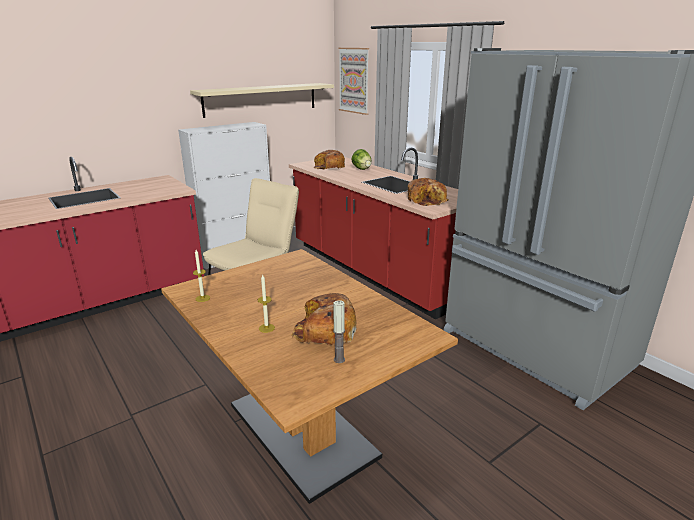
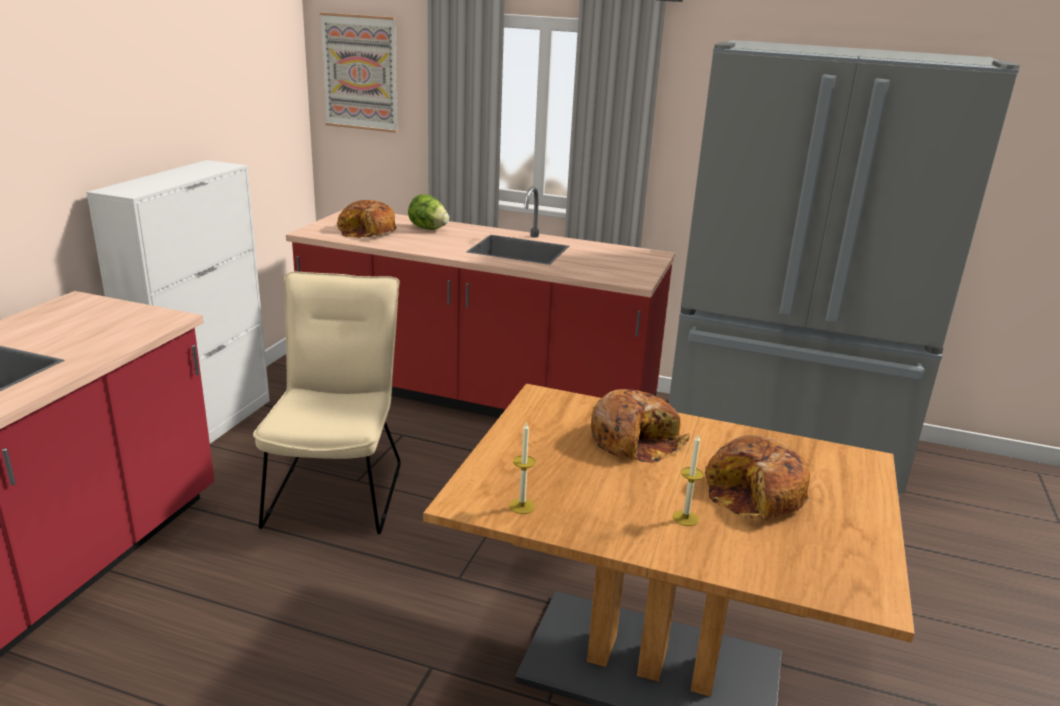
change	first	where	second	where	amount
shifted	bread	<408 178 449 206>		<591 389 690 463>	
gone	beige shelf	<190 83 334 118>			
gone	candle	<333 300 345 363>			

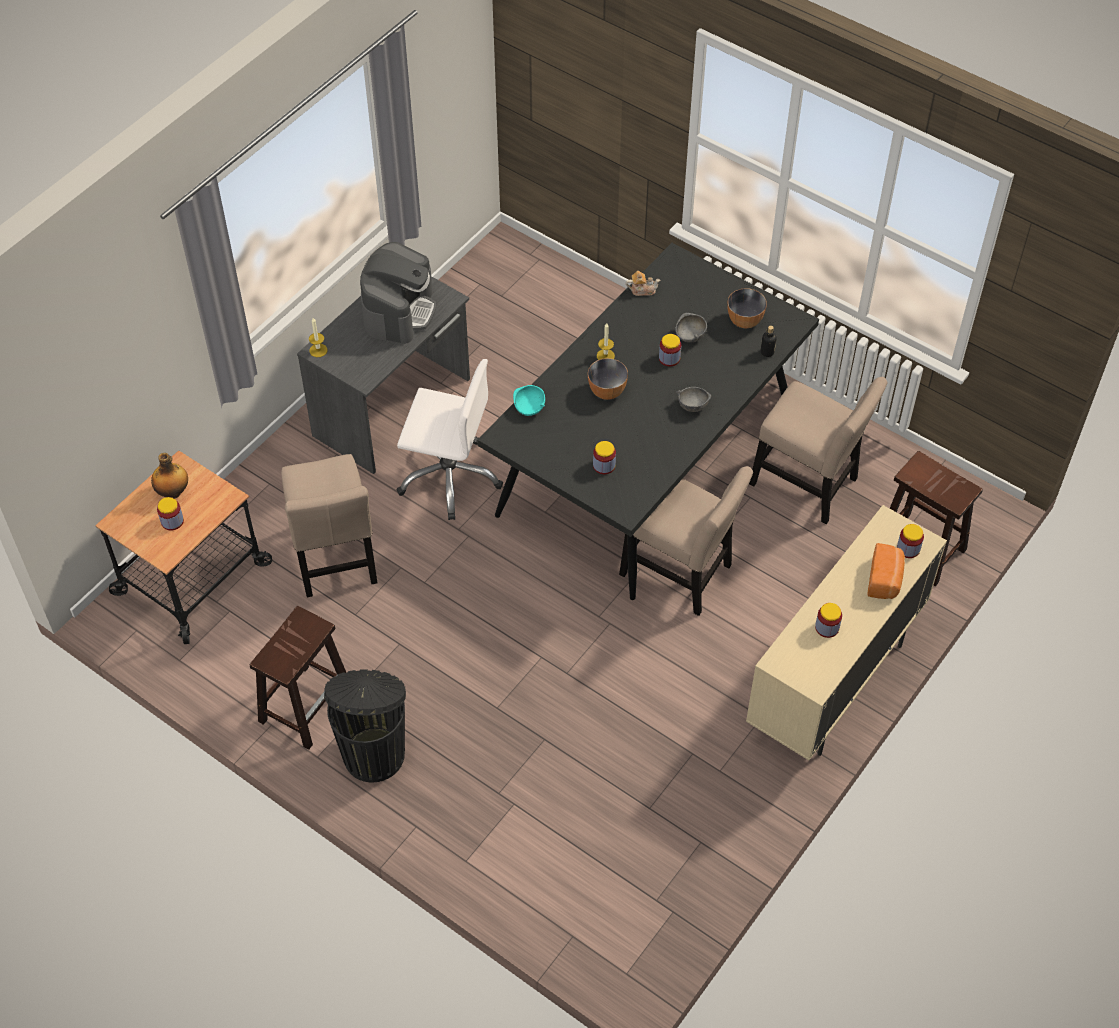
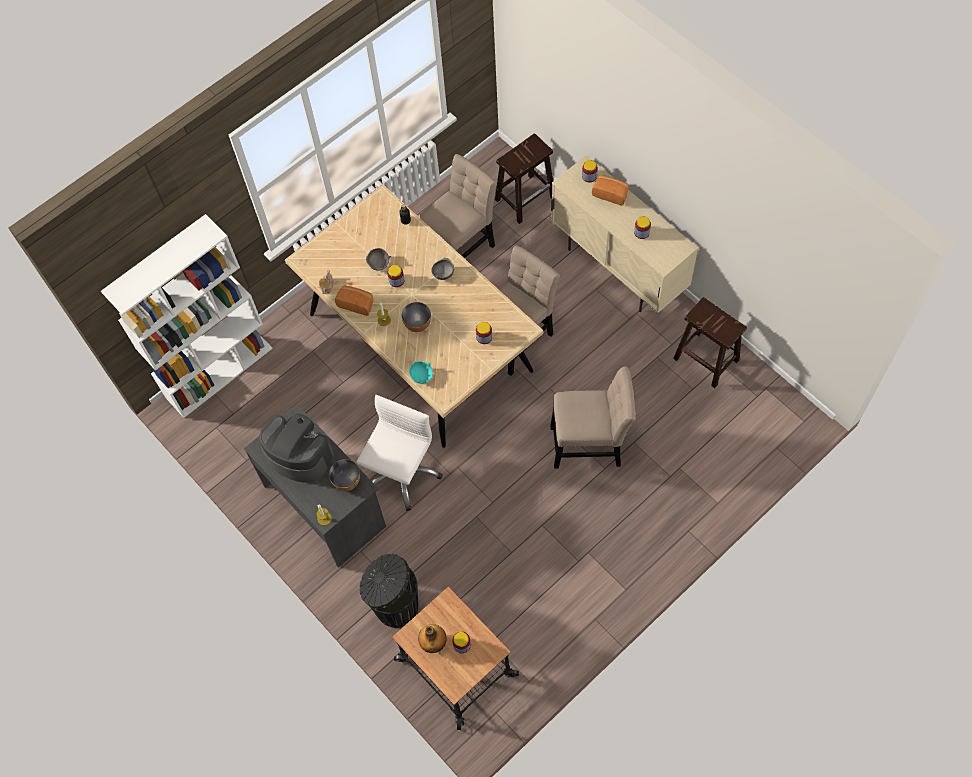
change	first	where	second	where	amount
new			white bookcase	<101 214 273 418>	
repainted	black dining table	<477 243 819 600>	beige dining table	<285 185 543 448>	
shifted	bowl	<728 288 767 328>		<329 459 360 491>	
new			bread	<335 285 373 316>	
shifted	black trash can	<324 669 406 783>		<359 554 419 628>	
shifted	beige chair	<281 454 377 597>		<550 366 635 469>	
shifted	brown stool	<250 606 346 750>		<673 297 747 388>	

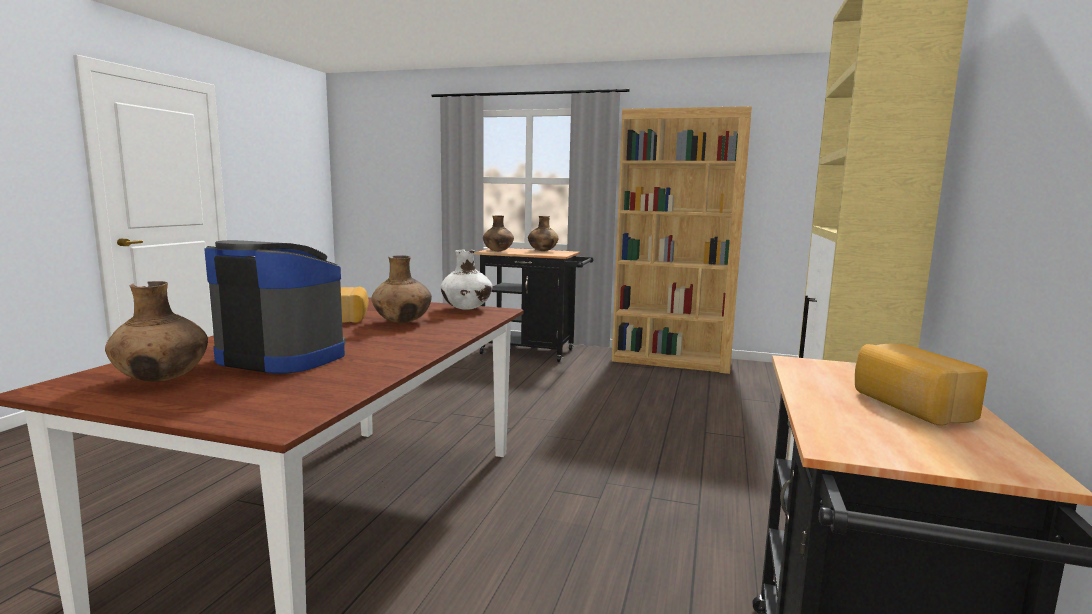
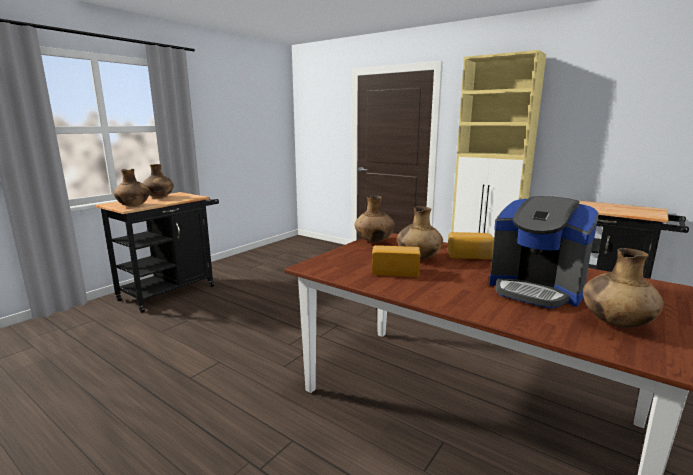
change	first	where	second	where	amount
repainted	white vase	<440 249 492 310>	brown vase	<354 196 395 242>	
shifted	bread	<855 344 988 426>		<448 232 494 259>	
rotated	coffee machine	<204 240 345 374>		<489 196 599 309>	90 degrees counterclockwise
gone	brown bookcase	<612 106 752 374>			

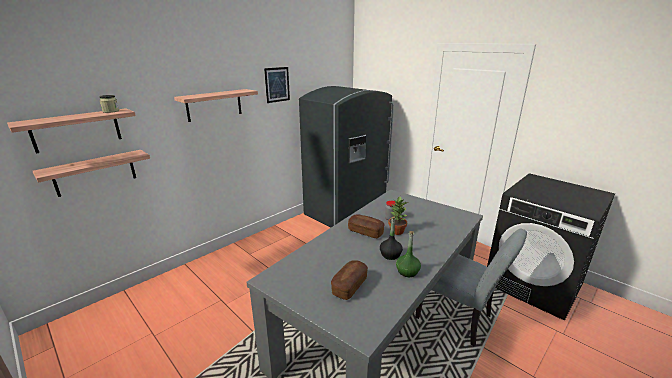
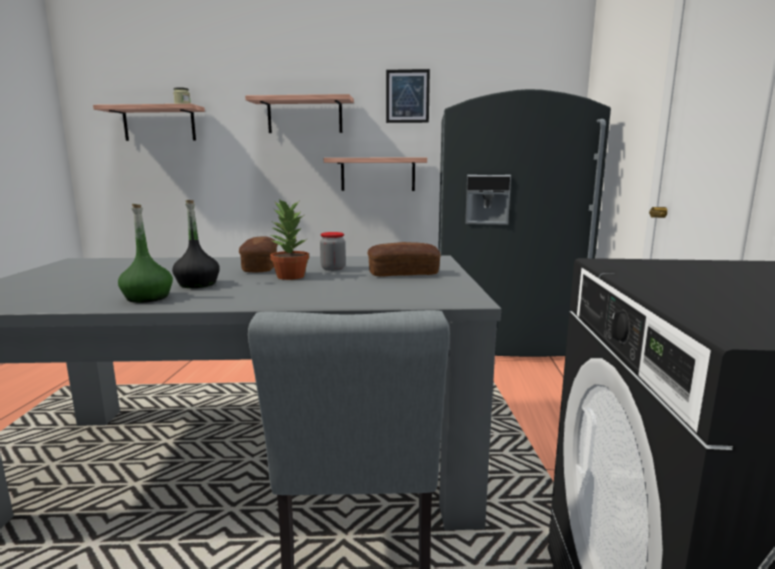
change	first	where	second	where	amount
shifted	shelf	<33 150 150 197>		<324 158 427 191>	
shifted	bread	<331 261 368 300>		<367 242 440 276>	

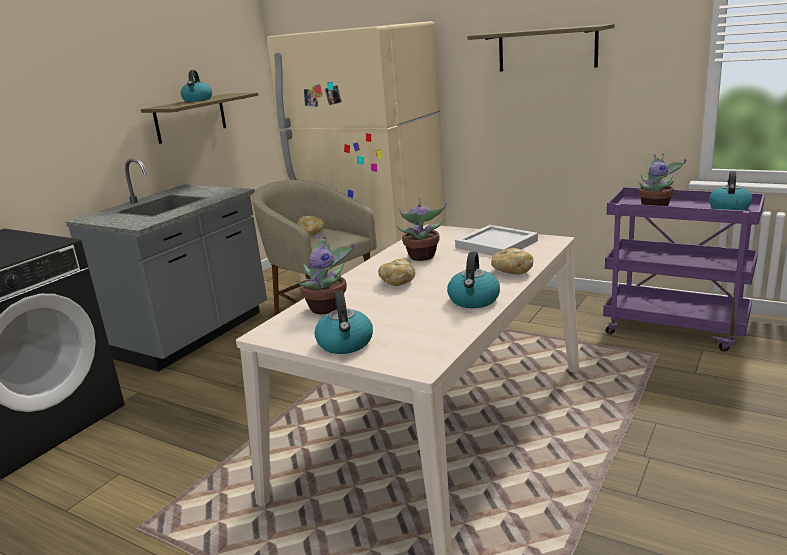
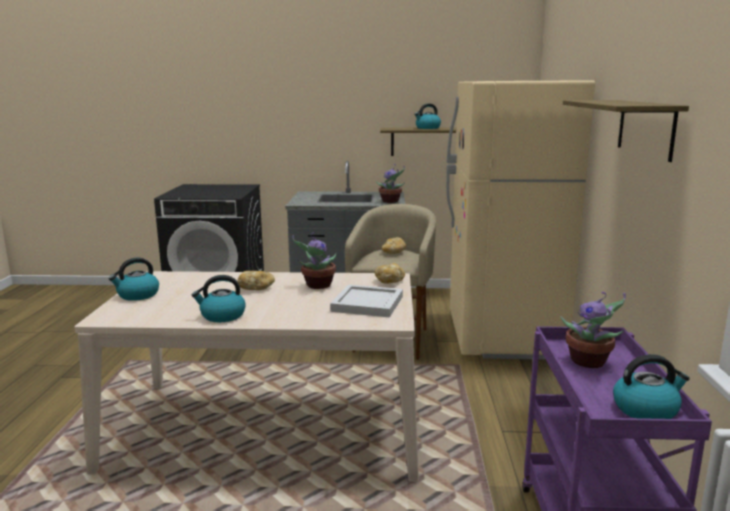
change	first	where	second	where	amount
shifted	bread	<491 248 533 274>		<374 263 405 284>	
shifted	potted plant	<297 235 354 314>		<376 164 405 203>	

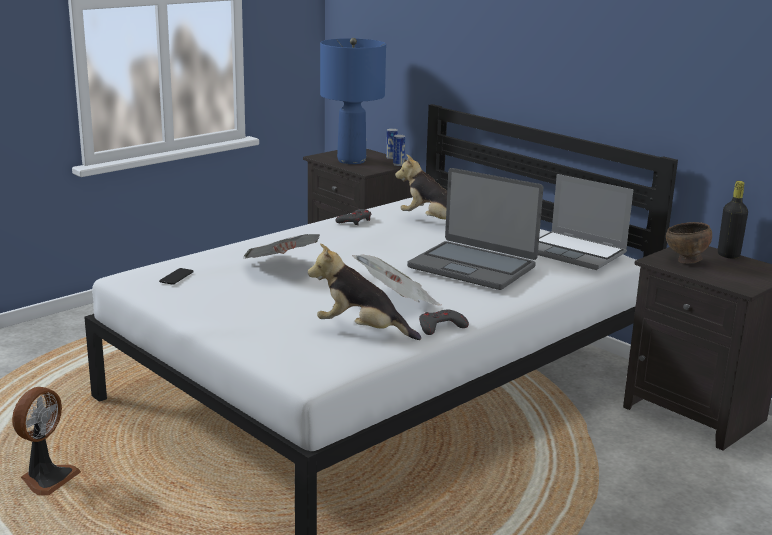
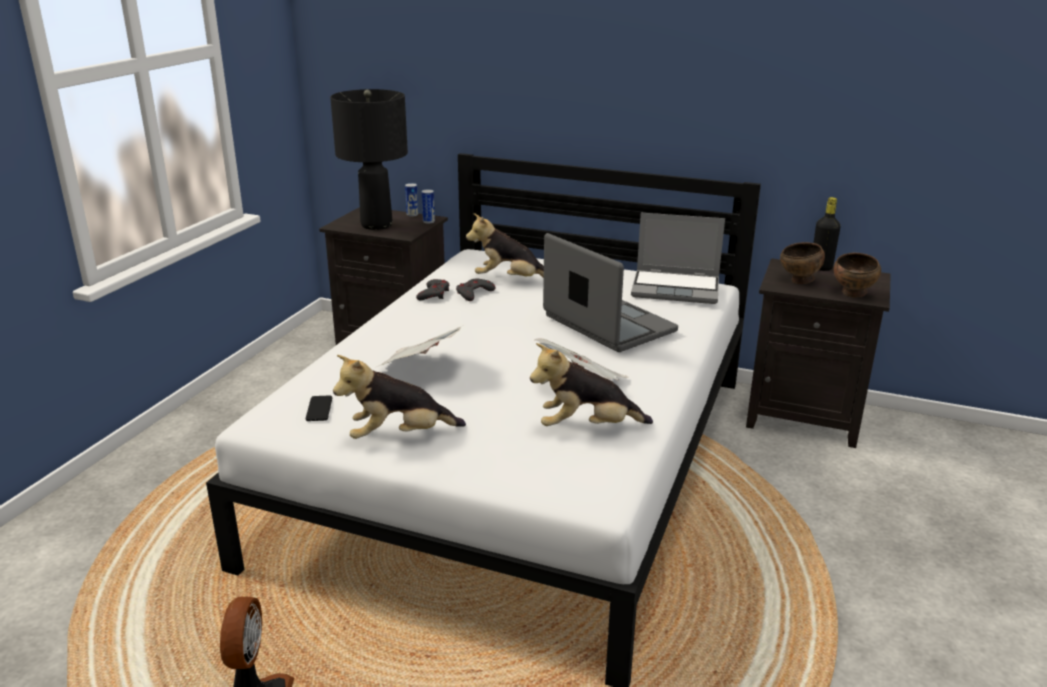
change	first	where	second	where	amount
repainted	blue table lamp	<320 38 386 164>	black table lamp	<330 89 408 230>	
new			plush toy	<333 355 466 439>	
shifted	grey game controller	<419 309 469 335>		<456 278 496 301>	
rotated	laptop	<407 168 543 290>		<543 233 678 352>	135 degrees counterclockwise
new			brown bowl	<834 253 881 298>	

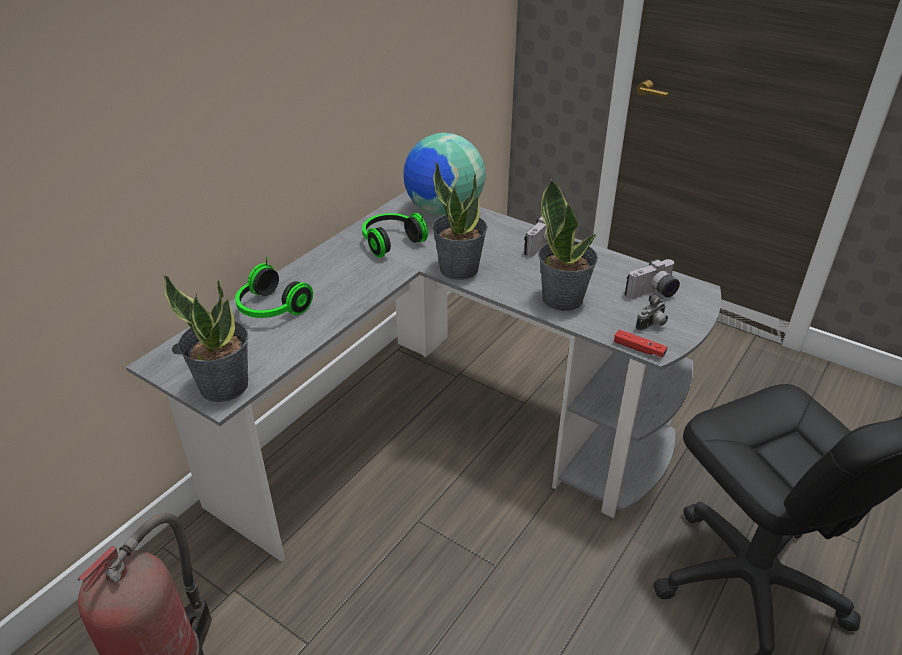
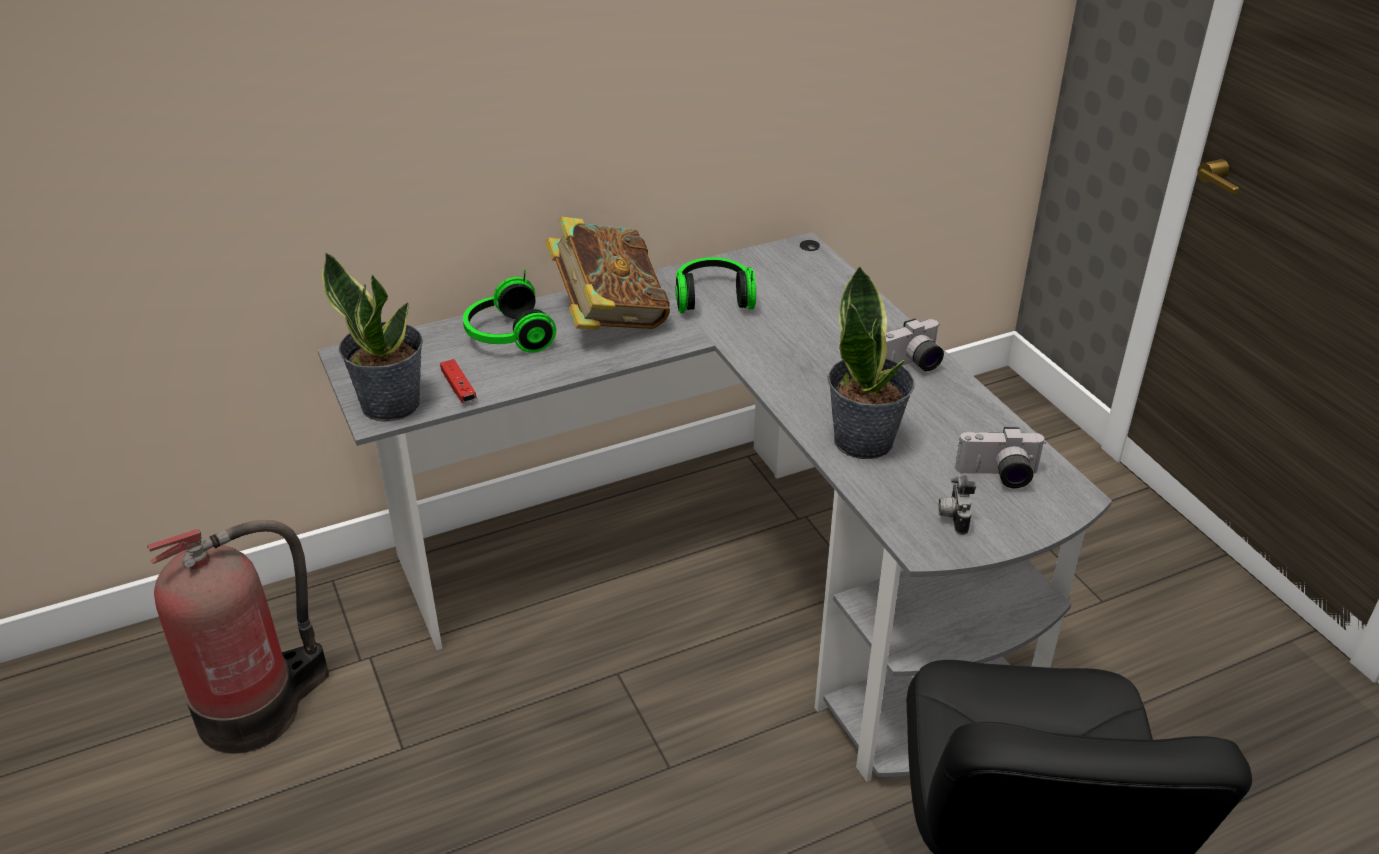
change	first	where	second	where	amount
shifted	red game controller	<614 329 667 357>		<440 359 477 403>	
new			book	<545 216 670 330>	
rotated	photo camera	<636 293 668 331>		<938 475 976 535>	105 degrees clockwise
gone	globe	<403 133 485 216>			
gone	potted plant	<432 163 487 280>			

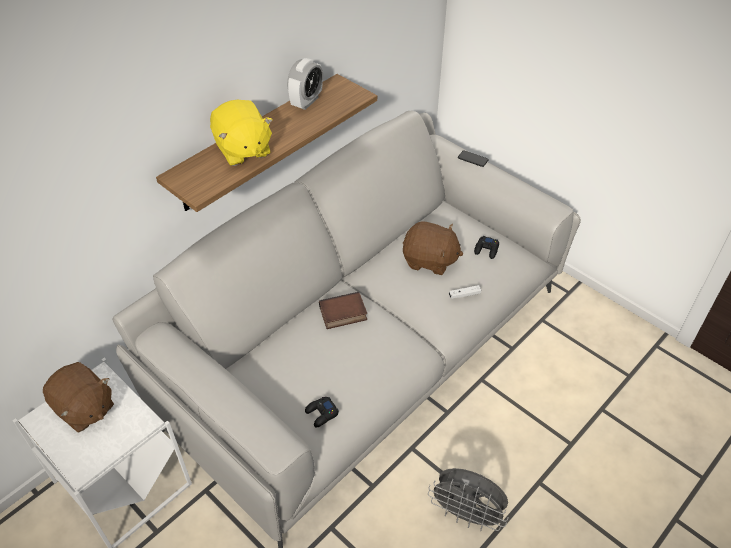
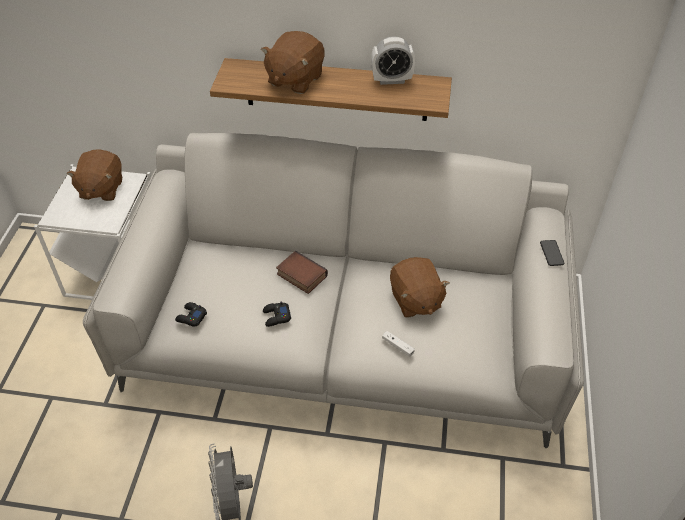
change	first	where	second	where	amount
repainted	yellow plush toy	<210 100 273 166>	brown plush toy	<261 31 325 94>	
shifted	black game controller	<474 236 499 259>		<263 302 291 327>	

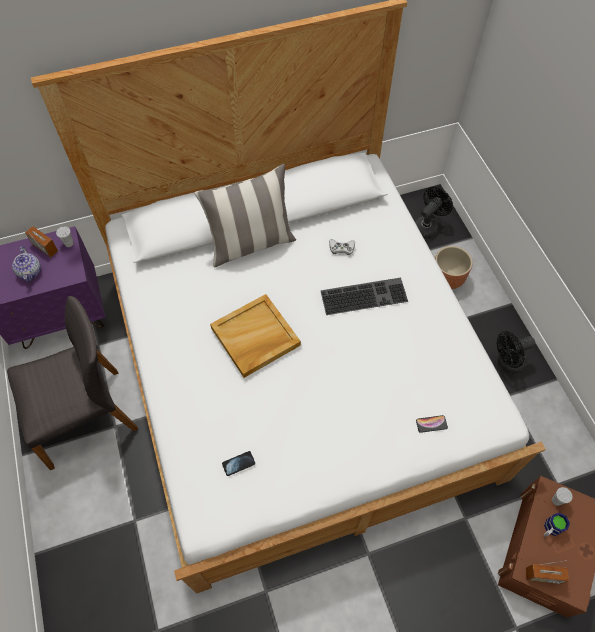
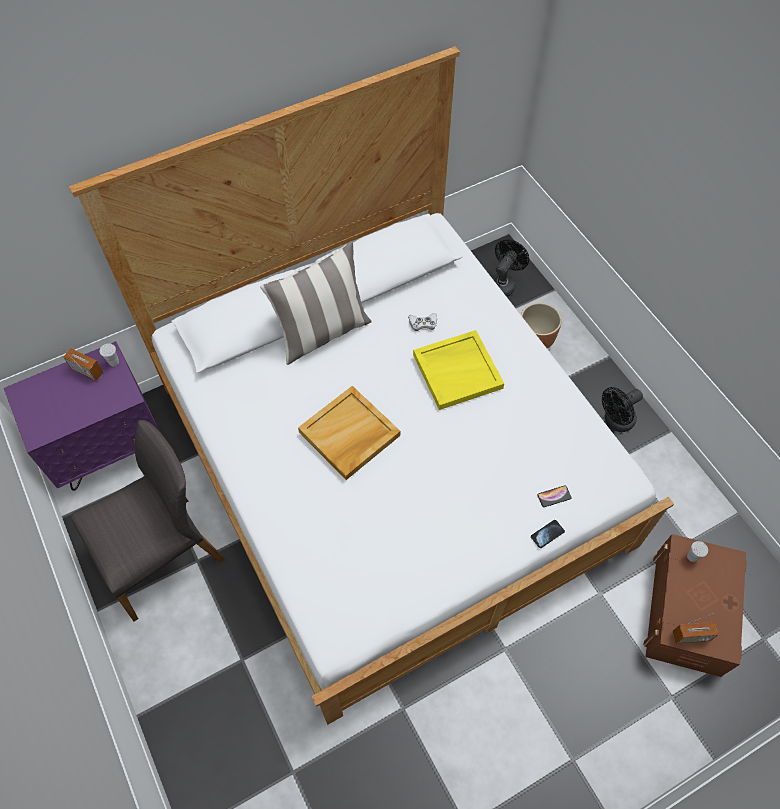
change	first	where	second	where	amount
swapped	keyboard	<320 277 408 315>	yellow tray	<413 330 504 410>	
shifted	phone	<222 451 255 476>		<531 520 565 548>	
gone	teapot	<12 246 41 282>			
gone	mug	<544 513 570 537>			

